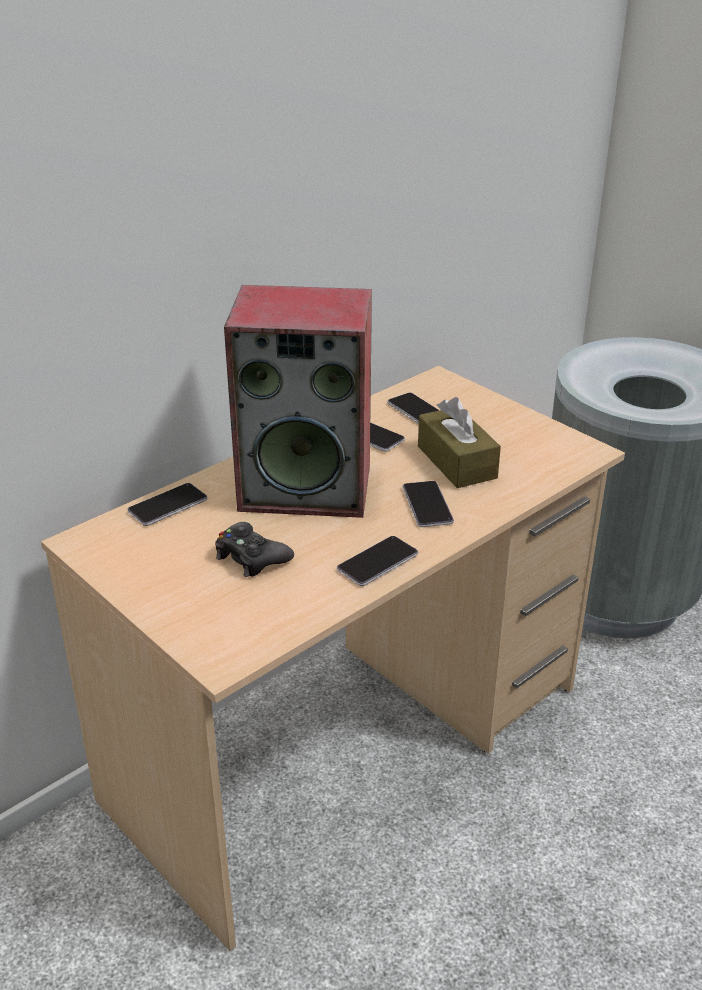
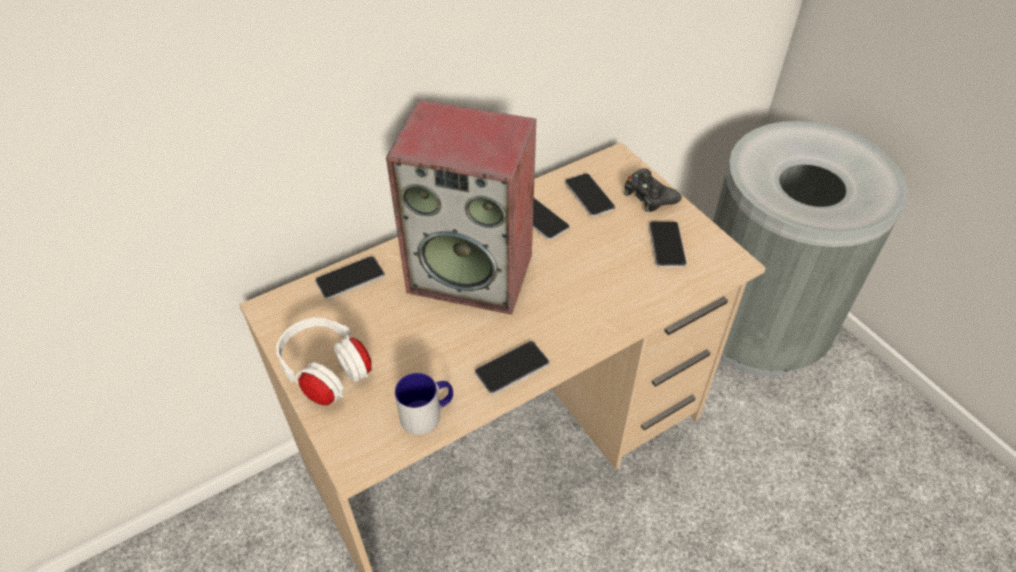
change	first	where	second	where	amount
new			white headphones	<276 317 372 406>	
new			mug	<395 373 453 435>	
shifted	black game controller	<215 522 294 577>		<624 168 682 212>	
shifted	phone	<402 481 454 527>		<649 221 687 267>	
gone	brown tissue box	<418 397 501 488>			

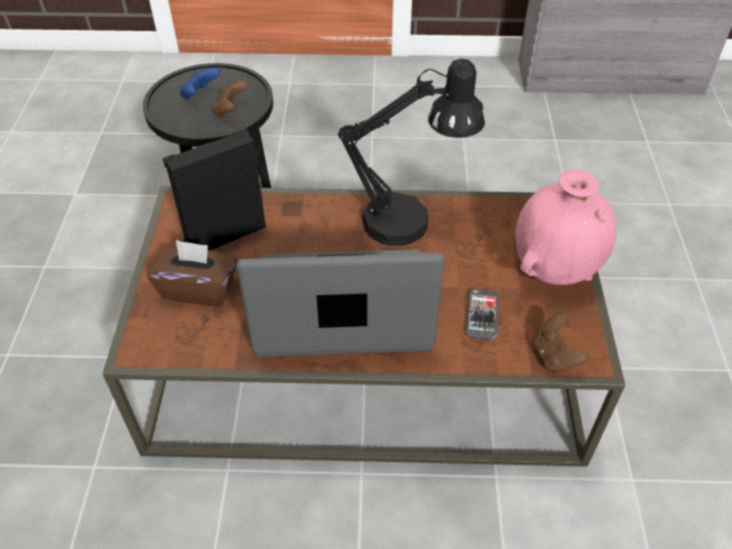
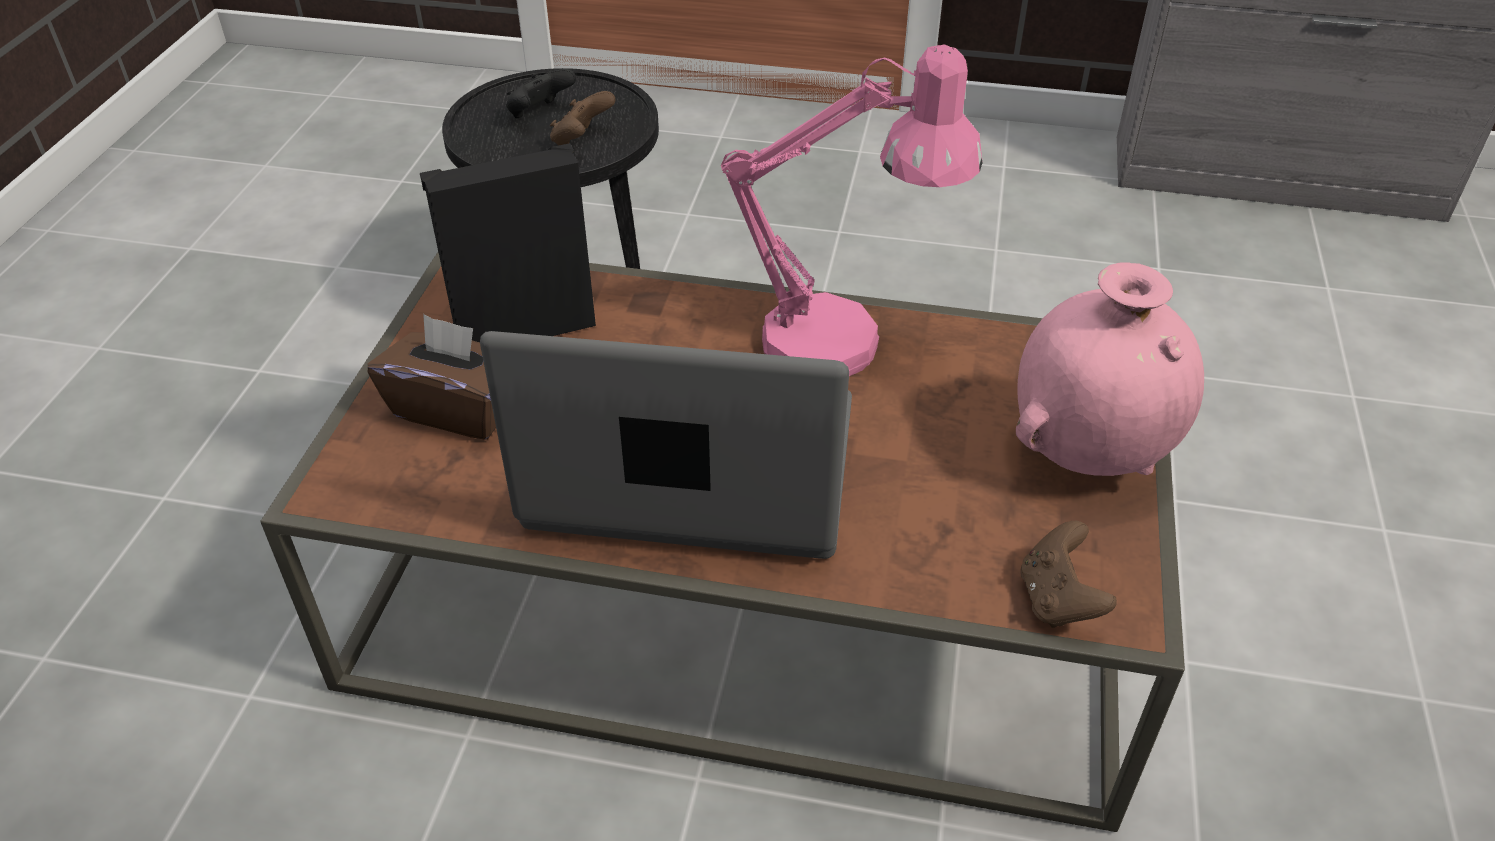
change	first	where	second	where	amount
repainted	blue game controller	<180 67 220 100>	black game controller	<506 69 576 118>	
repainted	black table lamp	<338 59 485 246>	pink table lamp	<721 44 983 376>	
gone	phone	<465 289 499 340>			

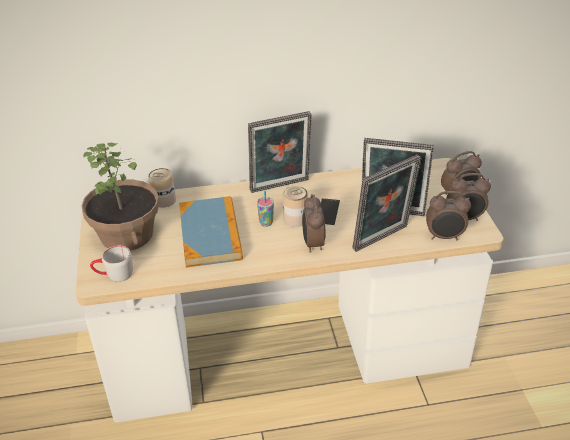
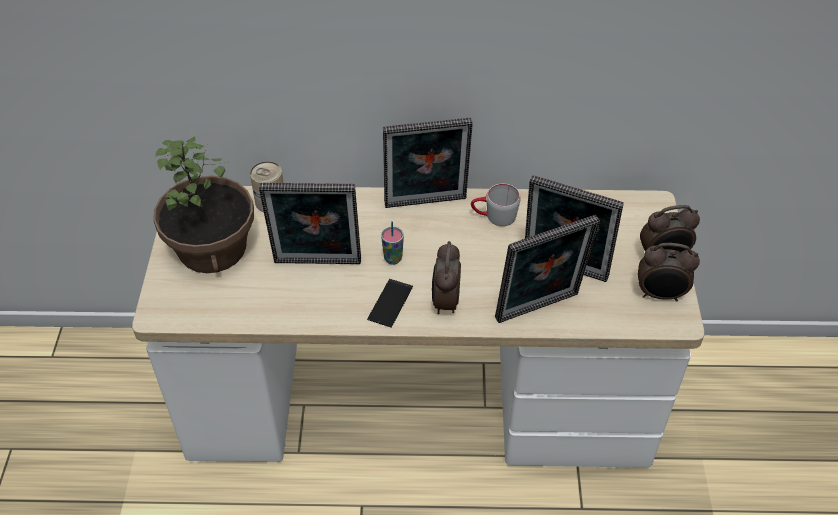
change	first	where	second	where	amount
swapped	book	<179 196 243 268>	picture frame	<259 183 361 264>	
shifted	phone	<321 198 340 225>		<367 279 413 328>	
shifted	grey mug	<90 246 133 282>		<471 184 521 226>	
gone	can	<283 186 308 227>			
gone	alarm clock	<426 191 471 240>			

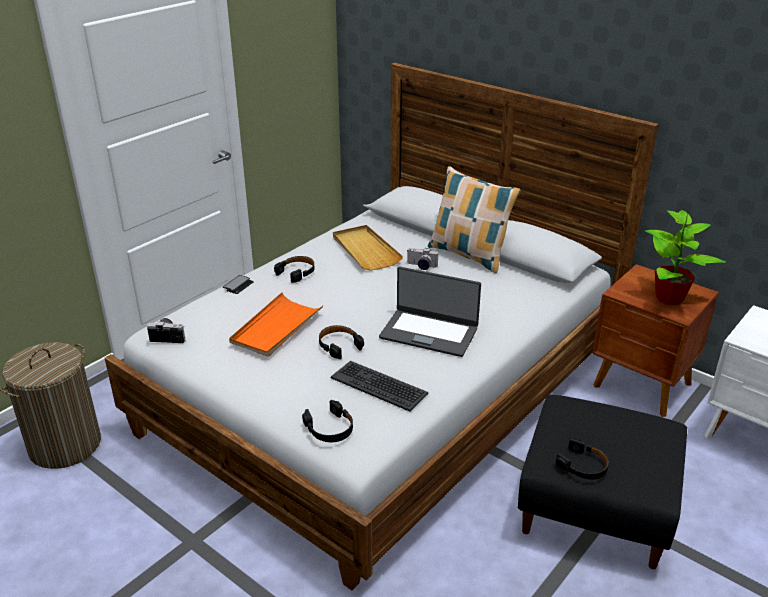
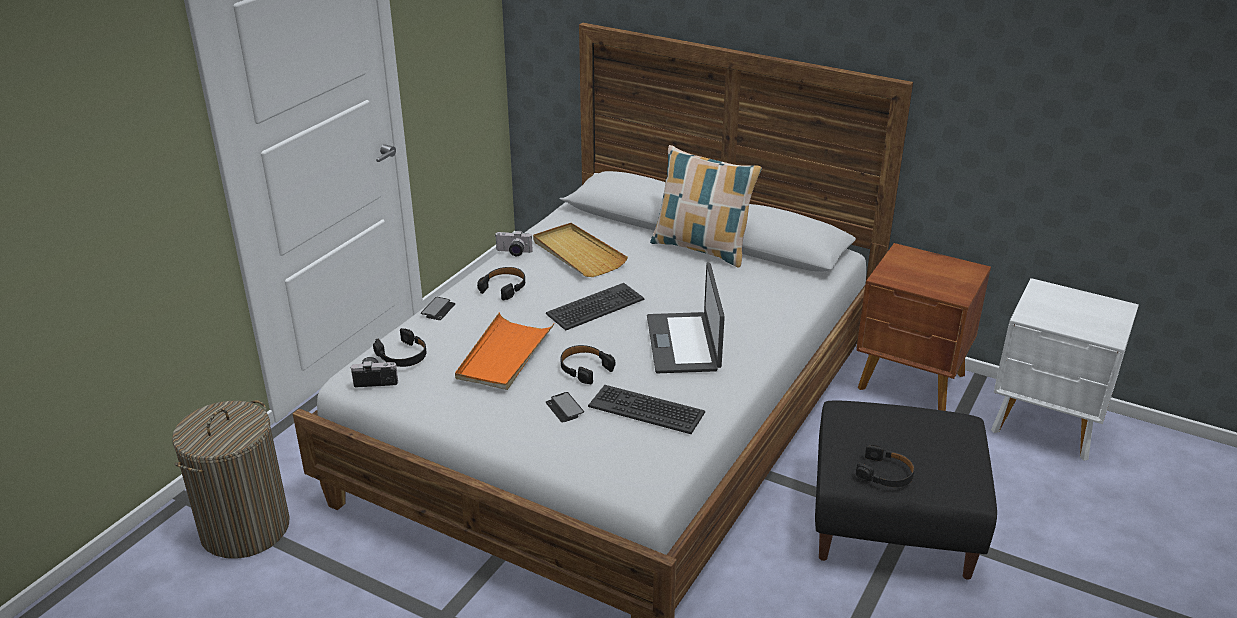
change	first	where	second	where	amount
shifted	black headphones	<302 400 353 442>		<373 328 426 367>	
shifted	photo camera	<407 248 438 270>		<495 230 533 256>	
new			keyboard	<546 283 645 331>	
new			phone	<546 392 584 422>	
rotated	laptop	<379 266 481 357>		<647 263 725 373>	75 degrees clockwise
gone	potted plant	<645 210 726 305>			

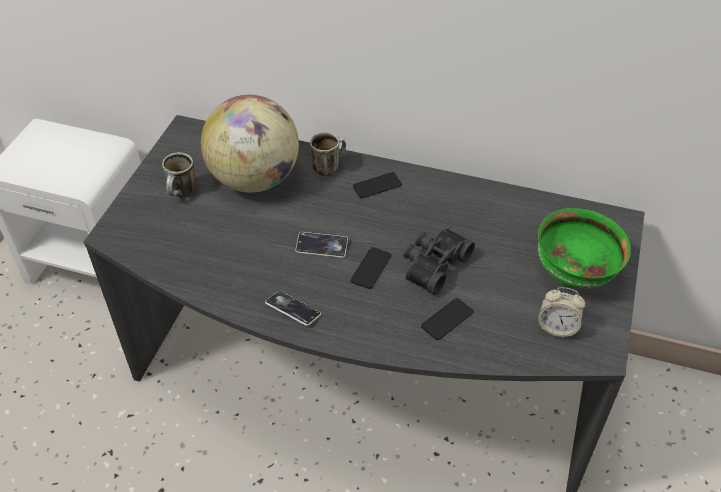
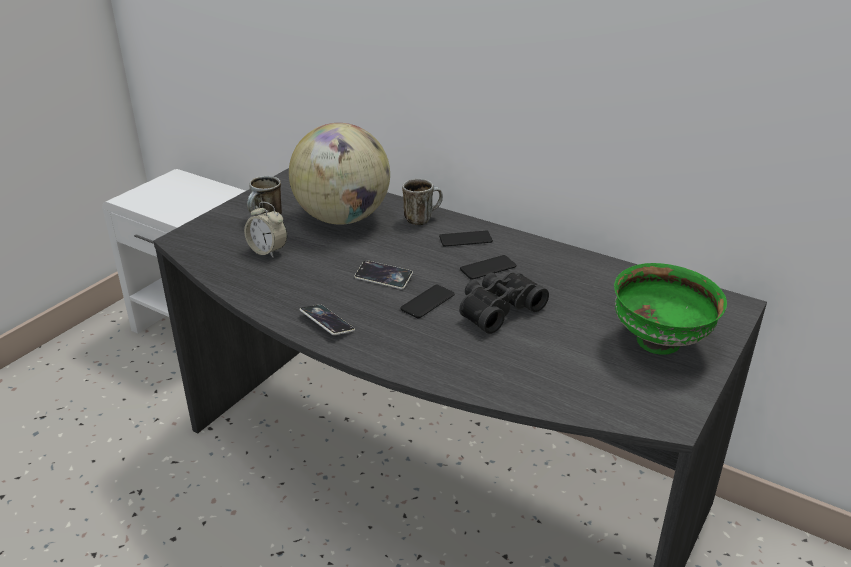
change	first	where	second	where	amount
shifted	alarm clock	<538 287 586 337>		<244 202 287 258>	
shifted	phone	<421 298 473 340>		<460 255 516 280>	

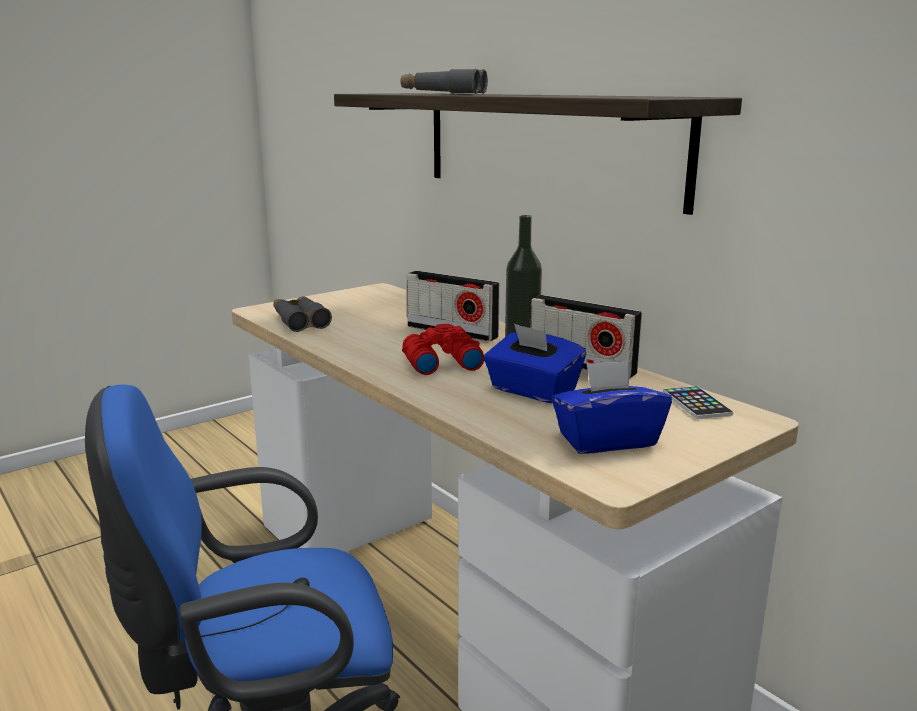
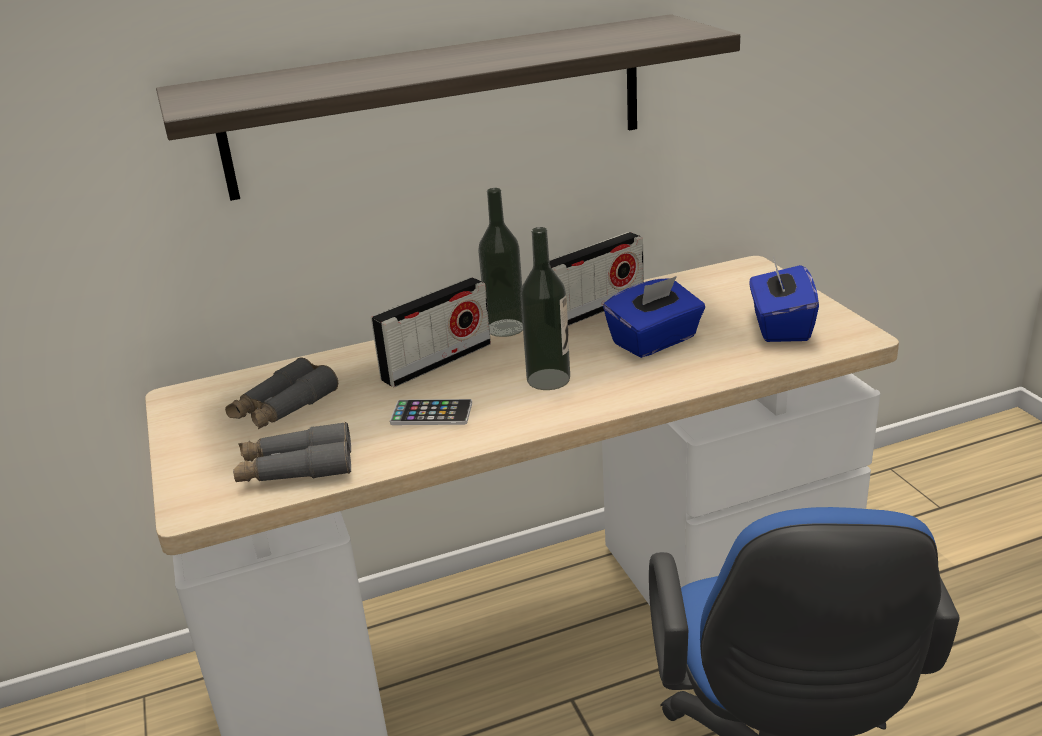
change	first	where	second	where	amount
shifted	grey binoculars	<401 69 488 94>		<225 357 338 430>	
shifted	phone	<663 386 733 419>		<390 399 472 425>	
swapped	red binoculars	<402 324 484 375>	bottle	<520 227 570 390>	

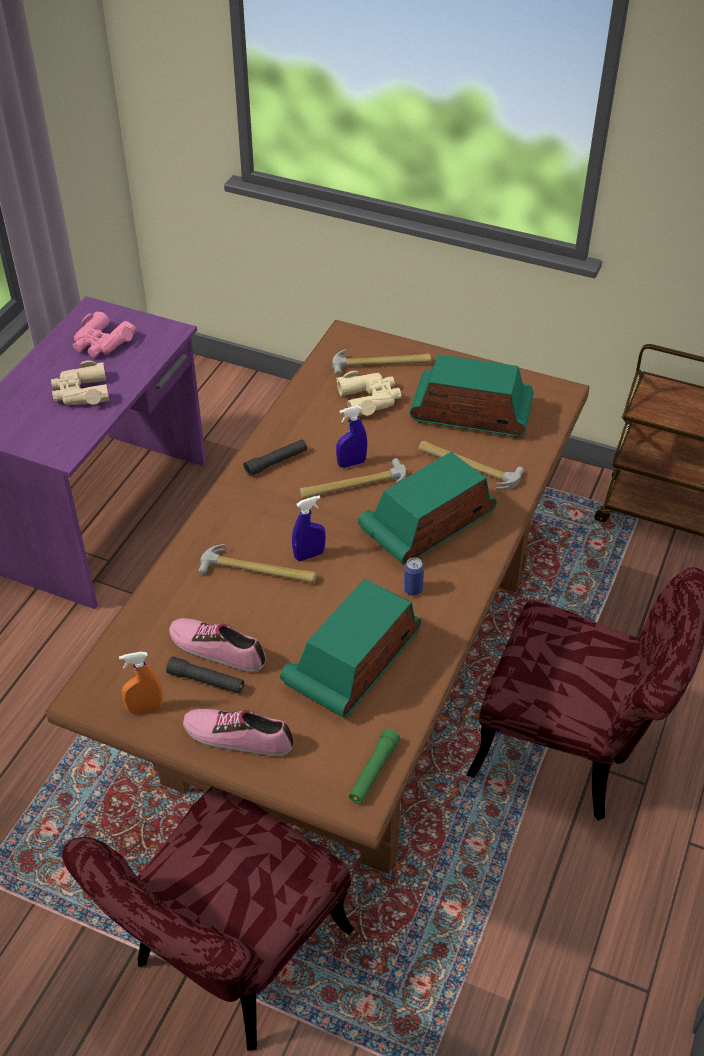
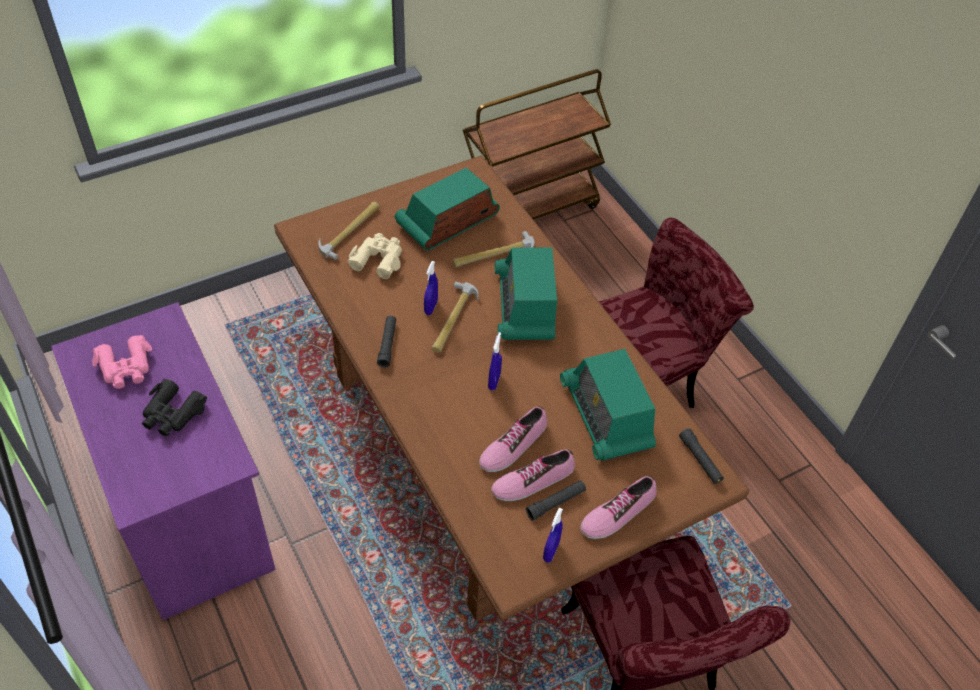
change	first	where	second	where	amount
repainted	beige binoculars	<51 360 109 405>	black binoculars	<142 379 207 436>	
new			shoe	<479 406 547 472>	
repainted	orange spray bottle	<119 652 163 714>	blue spray bottle	<543 508 563 563>	
repainted	green flashlight	<349 729 400 804>	black flashlight	<679 428 724 484>	
gone	hammer	<198 544 317 584>			
gone	can	<404 558 424 596>			

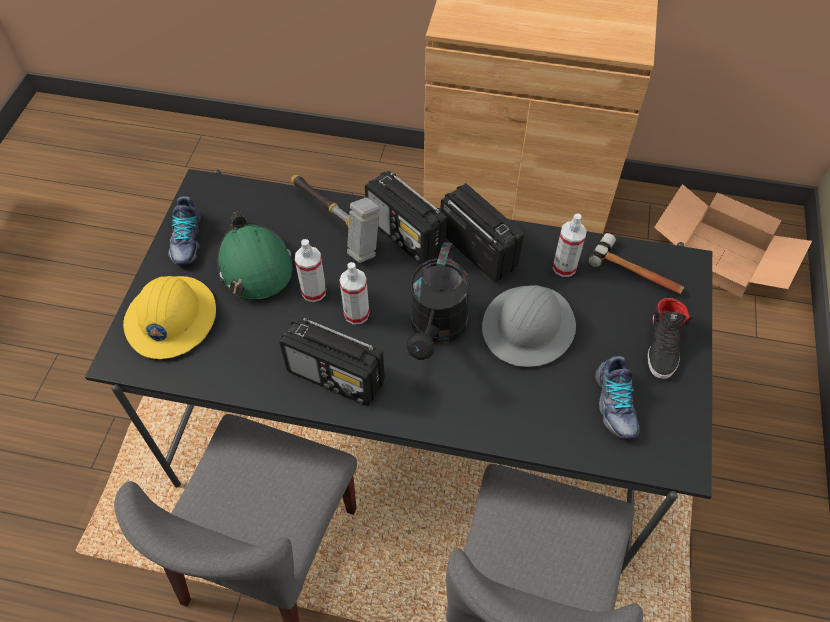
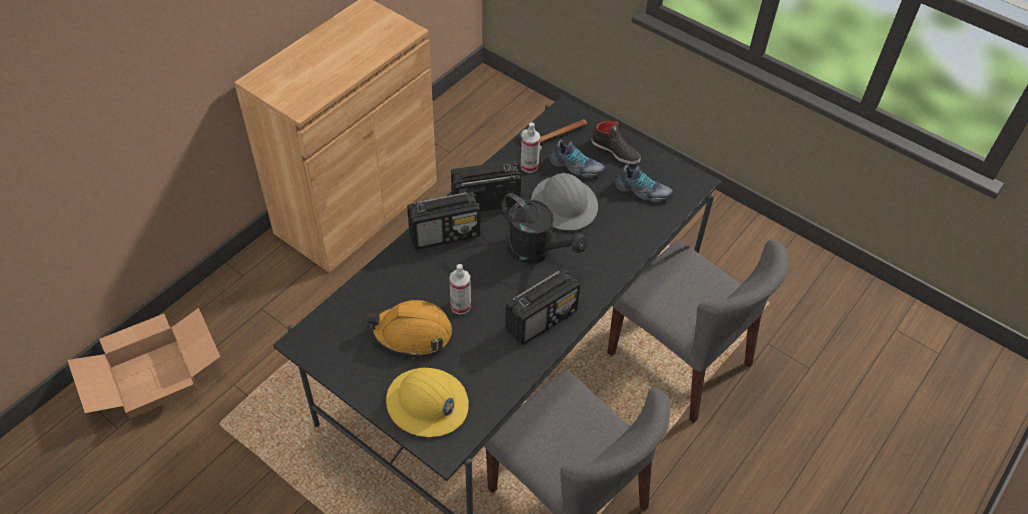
change	first	where	second	where	amount
shifted	cardboard box	<654 184 812 297>		<67 308 220 419>	
repainted	green hard hat	<217 212 293 301>	orange hard hat	<367 300 452 358>	
shifted	shoe	<168 196 201 266>		<550 140 605 178>	
gone	hammer	<291 175 380 263>			
gone	spray bottle	<339 262 369 325>			

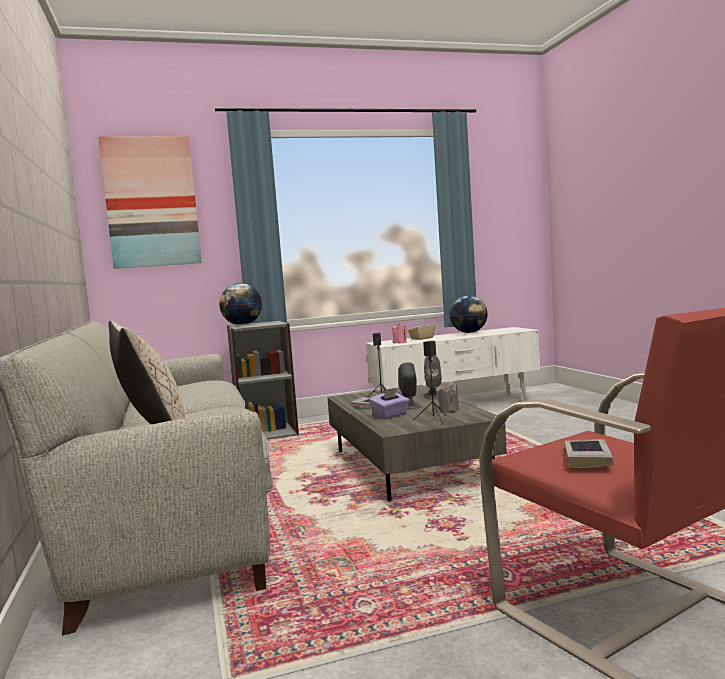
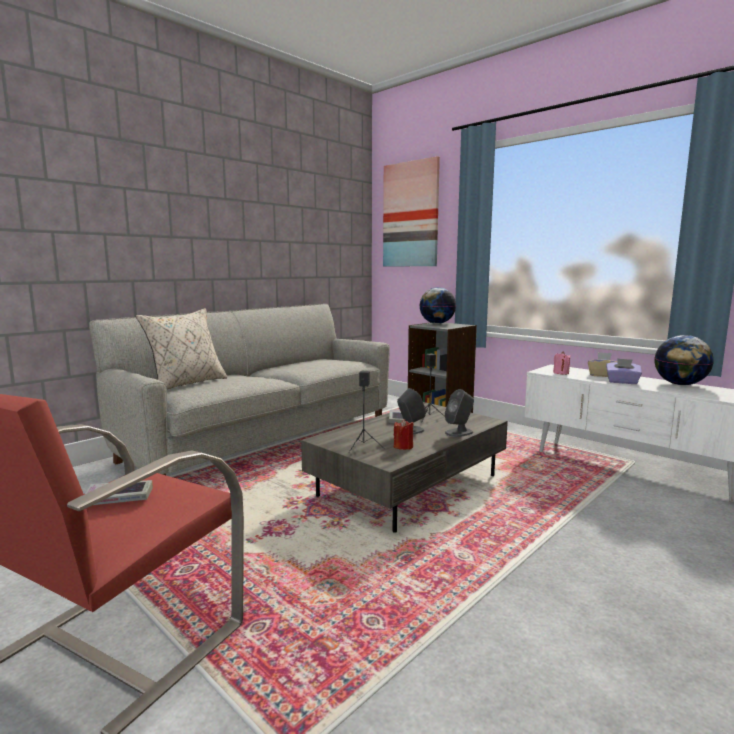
change	first	where	second	where	amount
repainted	grey candle	<437 383 459 413>	red candle	<394 419 414 450>	
shifted	purple tissue box	<369 388 410 419>		<606 358 642 384>	

